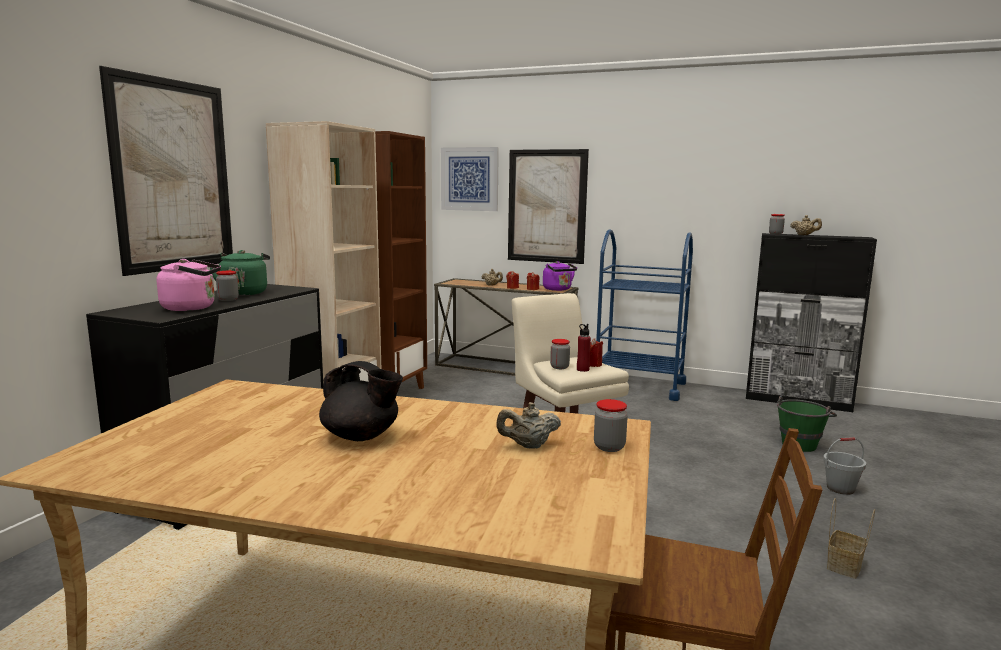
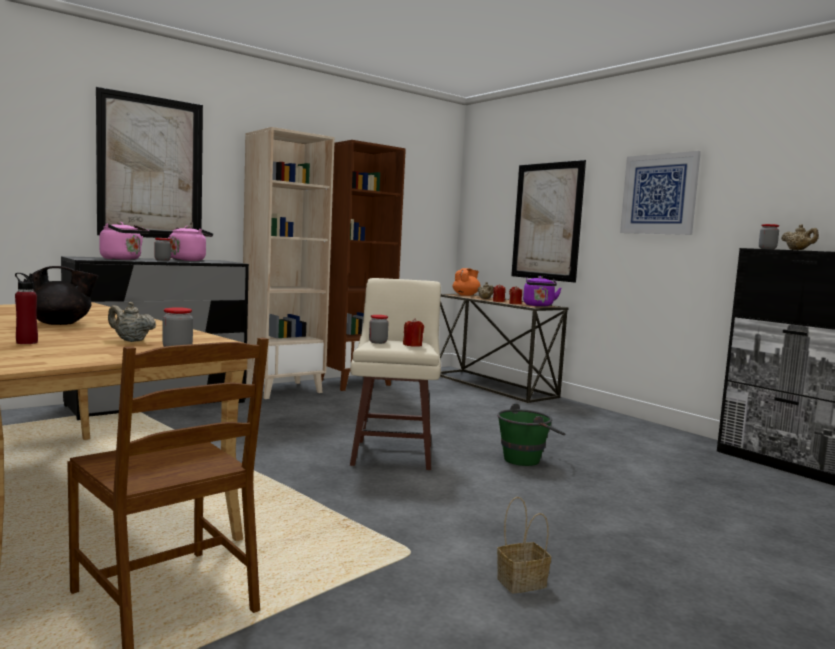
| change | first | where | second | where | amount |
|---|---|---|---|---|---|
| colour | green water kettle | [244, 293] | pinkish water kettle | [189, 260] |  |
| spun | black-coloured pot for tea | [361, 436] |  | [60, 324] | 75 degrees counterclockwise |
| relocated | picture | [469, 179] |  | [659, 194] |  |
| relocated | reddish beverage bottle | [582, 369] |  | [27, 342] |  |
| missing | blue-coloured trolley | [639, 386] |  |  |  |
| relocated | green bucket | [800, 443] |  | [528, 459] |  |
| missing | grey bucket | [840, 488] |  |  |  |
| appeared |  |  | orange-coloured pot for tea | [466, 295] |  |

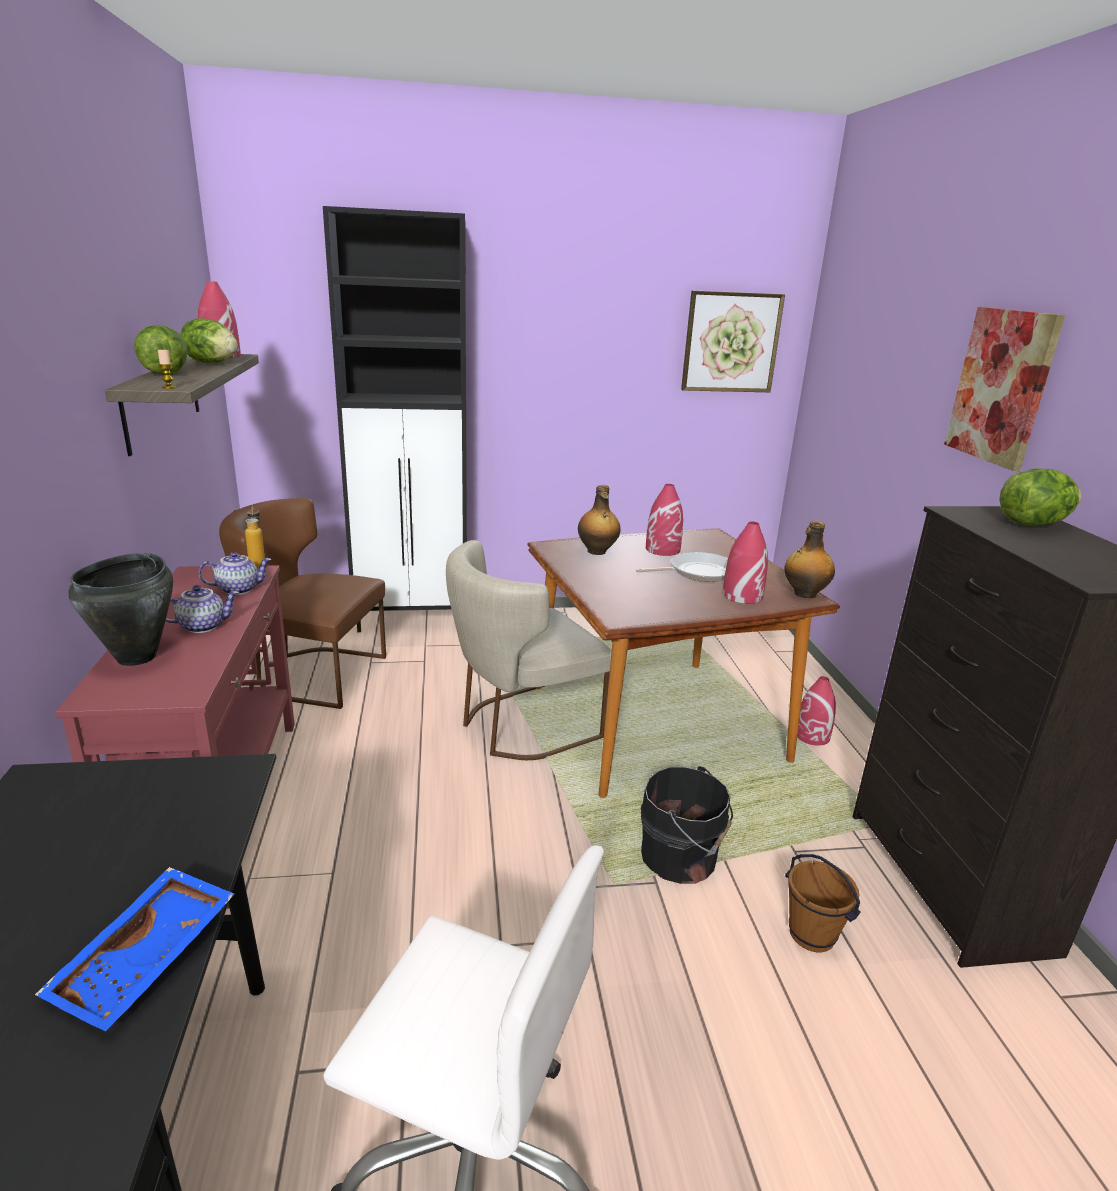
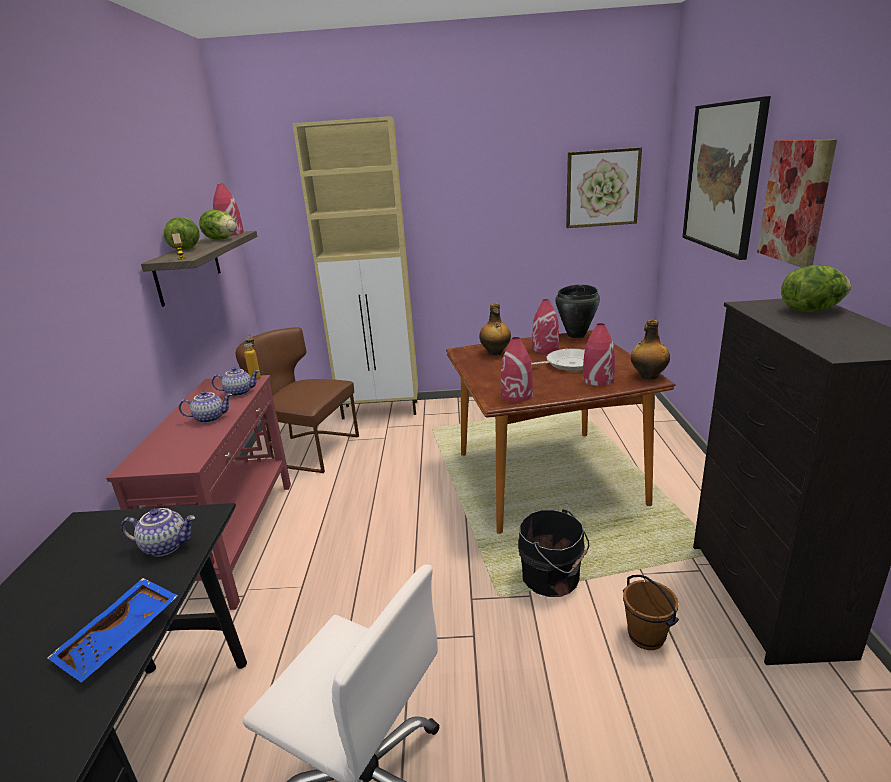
| change | first | where | second | where | amount |
|---|---|---|---|---|---|
| relocated | black-coloured cooking pot | [138, 657] |  | [576, 335] |  |
| colour | black-coloured storage cabinet | [413, 621] | beige storage cabinet | [381, 410] |  |
| missing | beige plain chair | [520, 726] |  |  |  |
| relocated | reddish vase | [812, 736] |  | [517, 395] |  |
| appeared |  |  | pot for tea | [166, 546] |  |
| appeared |  |  | picture | [722, 177] |  |

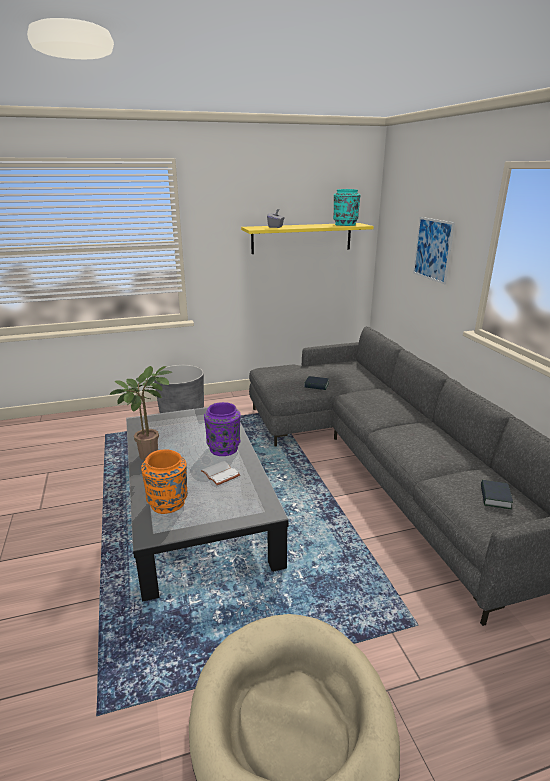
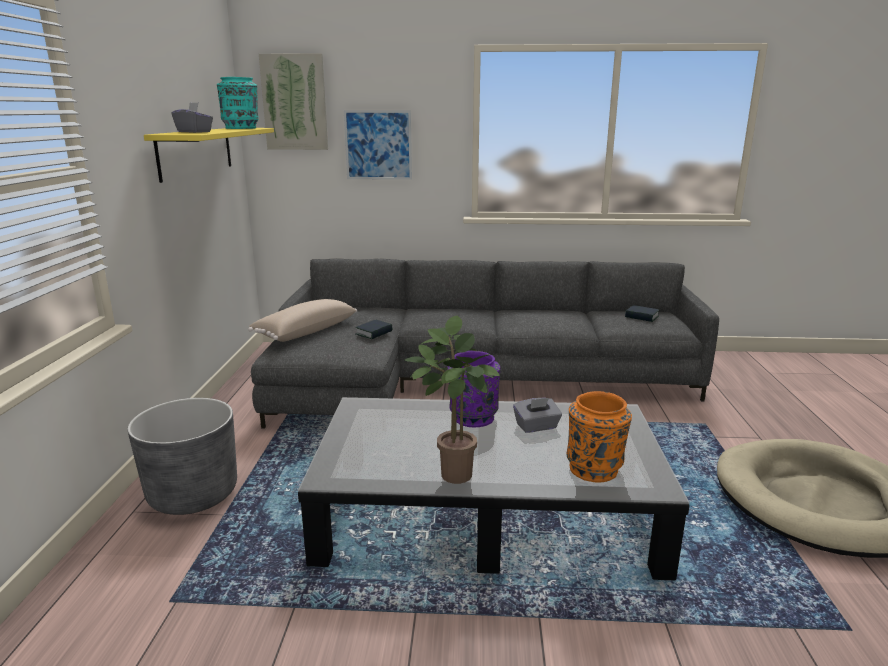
| change | first | where | second | where | amount |
|---|---|---|---|---|---|
| exchanged | white volume | [221, 474] | grey box of tissues | [536, 426] |  |
| appeared |  |  | beige cushion | [305, 331] |  |
| appeared |  |  | picture | [295, 102] |  |

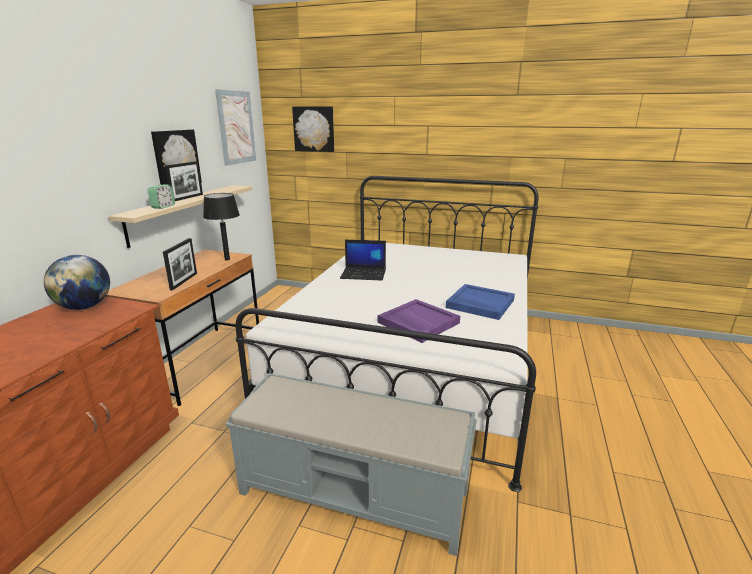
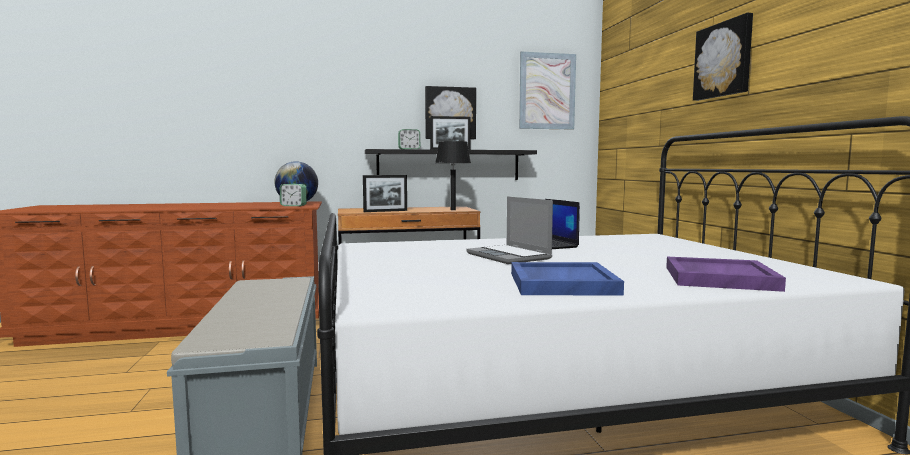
| change | first | where | second | where | amount |
|---|---|---|---|---|---|
| colour | beige shelf | [183, 213] | black-coloured shelf | [449, 165] |  |
| relocated | picture | [314, 129] |  | [724, 60] |  |
| relocated | purple-coloured carrying tray | [417, 323] |  | [718, 278] |  |
| appeared |  |  | bedside clock | [293, 205] |  |
| appeared |  |  | notebook computer | [510, 256] |  |

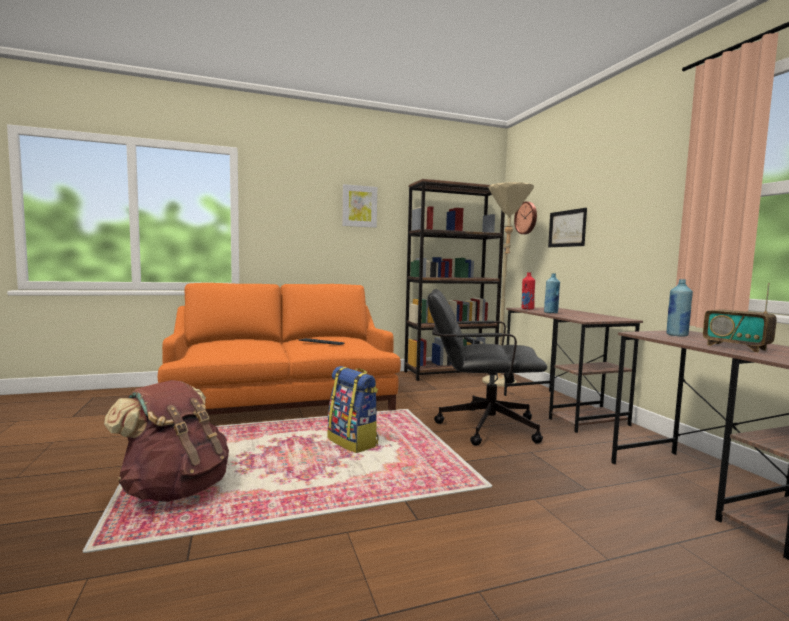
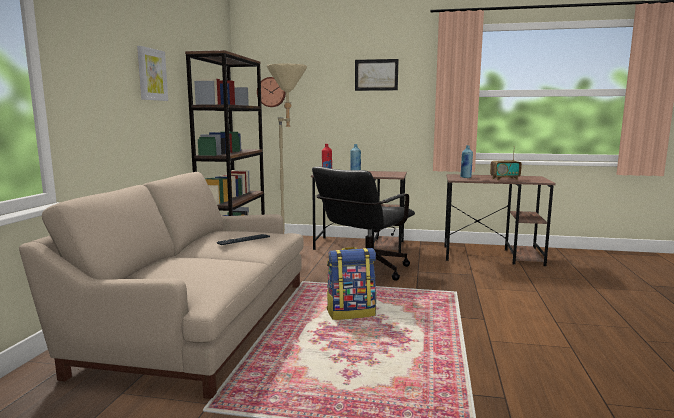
| change | first | where | second | where | amount |
|---|---|---|---|---|---|
| missing | brown-coloured knapsack | [175, 489] |  |  |  |
| colour | orange-coloured couch | [283, 400] | beige couch | [198, 322] |  |
| relocated | picture | [567, 228] |  | [376, 75] |  |

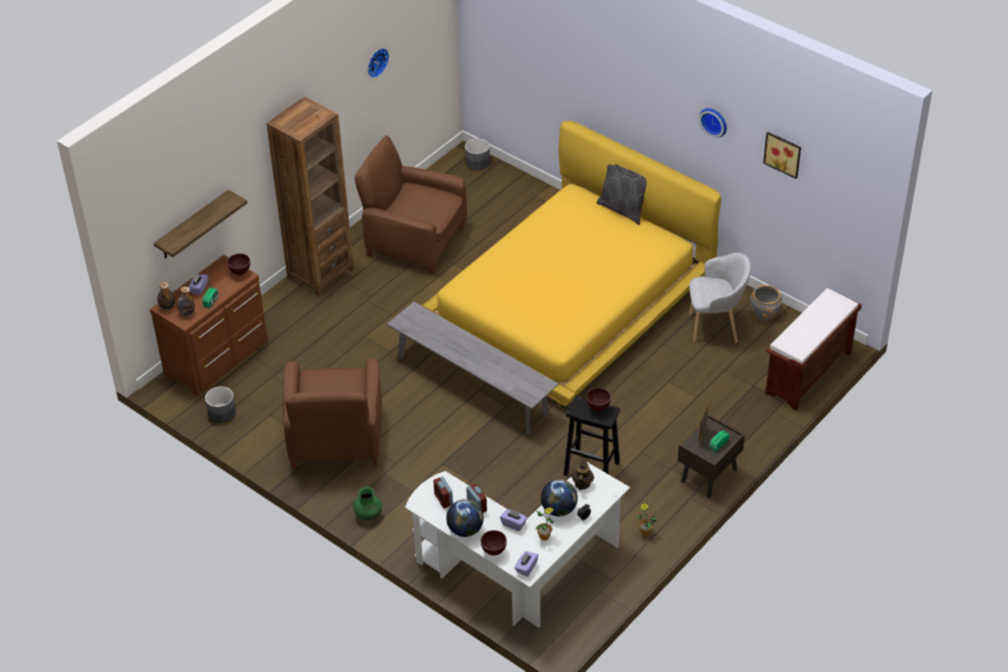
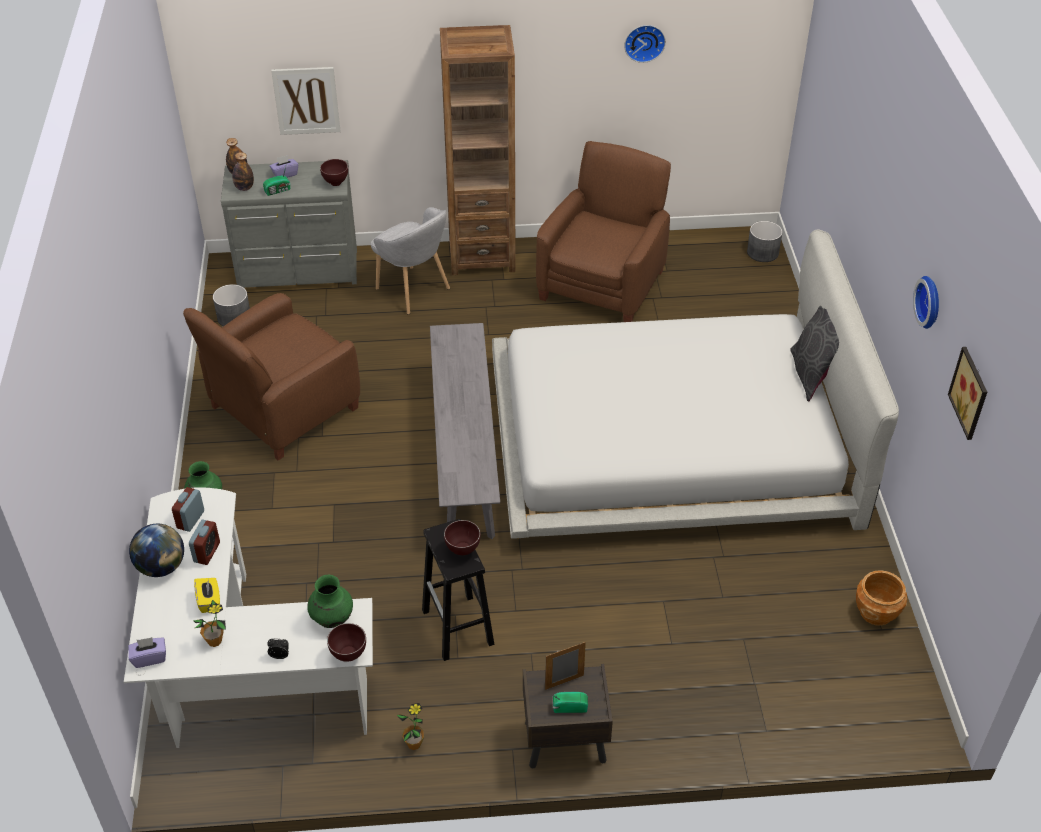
| change | first | where | second | where | amount |
|---|---|---|---|---|---|
| colour | brown-coloured chest of drawers | [219, 358] | grey chest of drawers | [299, 271] |  |
| exchanged | shelf | [193, 226] | picture | [306, 100] |  |
| spun | brown-coloured easy chair | [414, 241] |  | [603, 284] | 45 degrees clockwise |
| colour | yellow bedroom bed | [569, 301] | white bedroom bed | [672, 441] |  |
| relocated | brown-coloured deep dish | [494, 552] |  | [349, 655] |  |
| colour | purple-coloured box of tissues | [513, 524] | yellow box of tissues | [209, 601] |  |
| missing | globe | [559, 509] |  |  |  |
| exchanged | pot for tea | [582, 484] | green vase | [332, 618] |  |
| relocated | grey easy chair | [715, 327] |  | [413, 291] |  |
| colour | grey plant pot | [764, 313] | brown-coloured plant pot | [876, 612] |  |
| missing | brown-coloured long seat | [808, 374] |  |  |  |

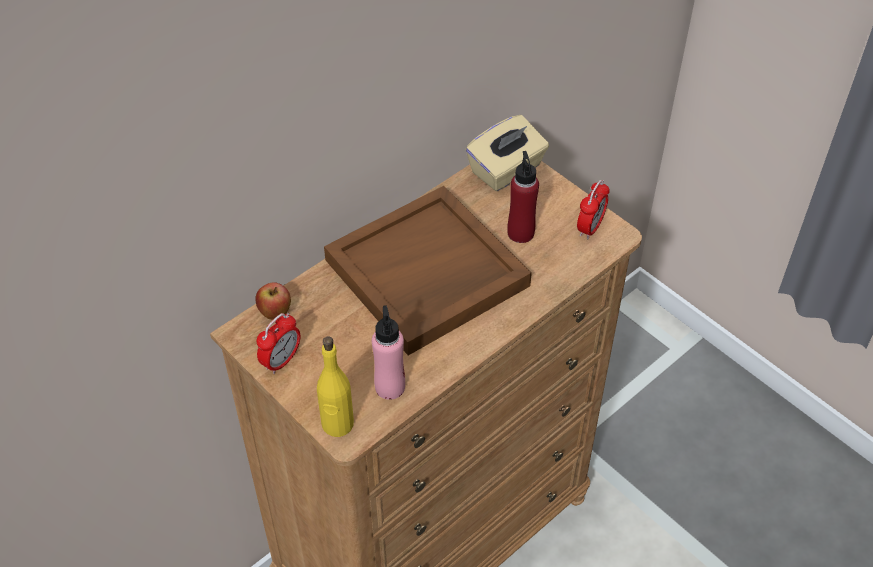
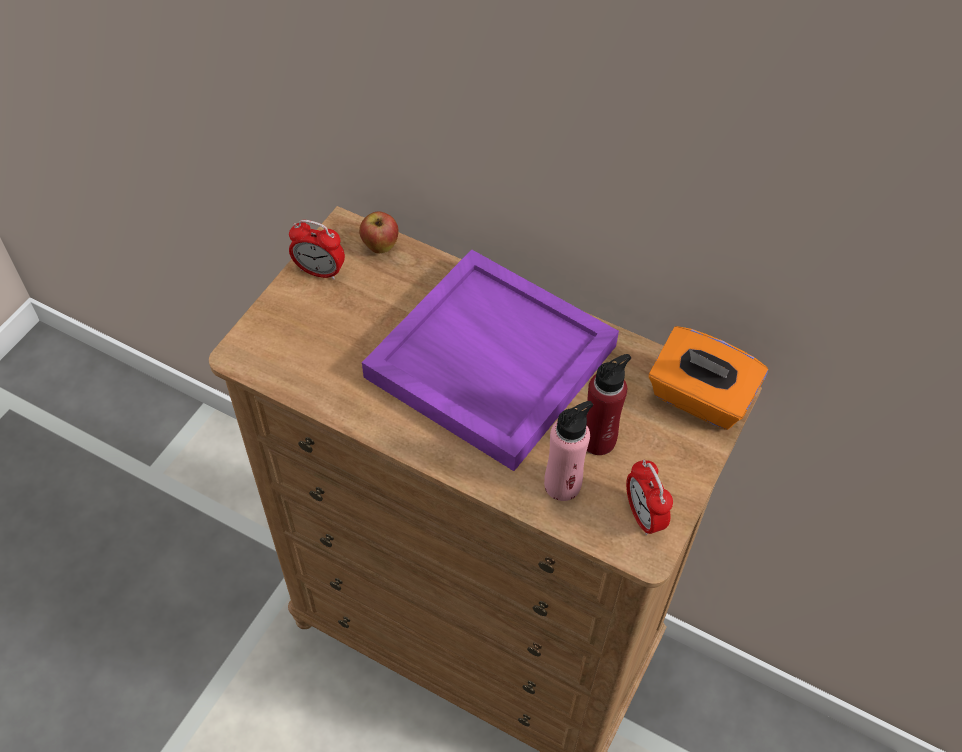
| change | first | where | second | where | amount |
|---|---|---|---|---|---|
| missing | yellow beverage bottle | [337, 424] |  |  |  |
| colour | brown-coloured carrying tray | [426, 274] | purple-coloured carrying tray | [488, 362] |  |
| relocated | pinkish beverage bottle | [390, 387] |  | [562, 484] |  |
| colour | beige box of tissues | [506, 170] | orange-coloured box of tissues | [699, 398] |  |
| spun | bedside clock | [590, 228] |  | [643, 516] | 60 degrees clockwise |

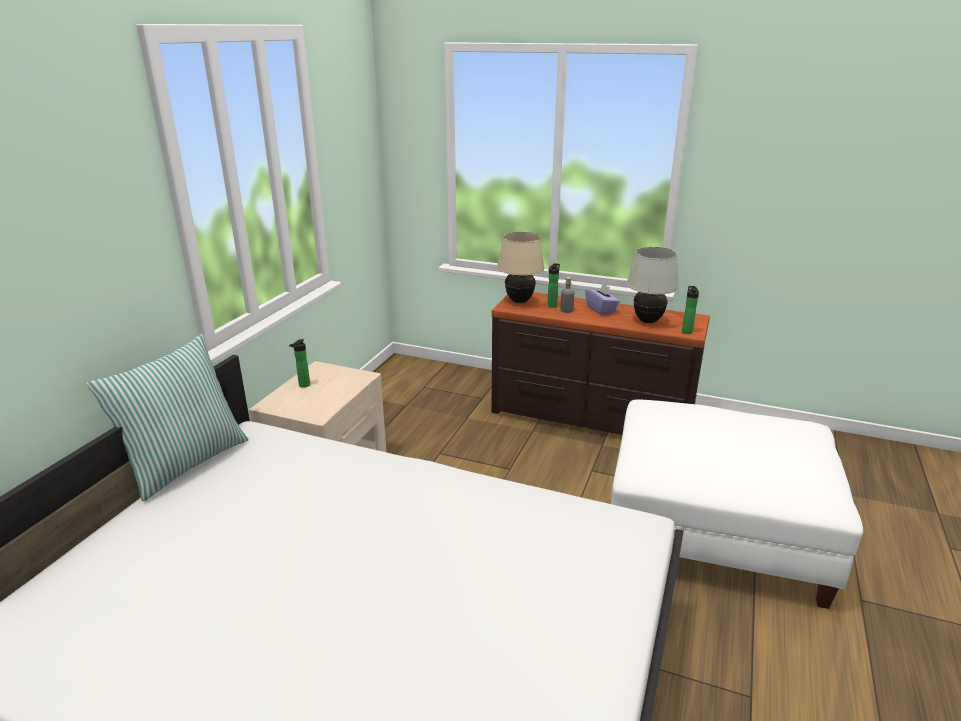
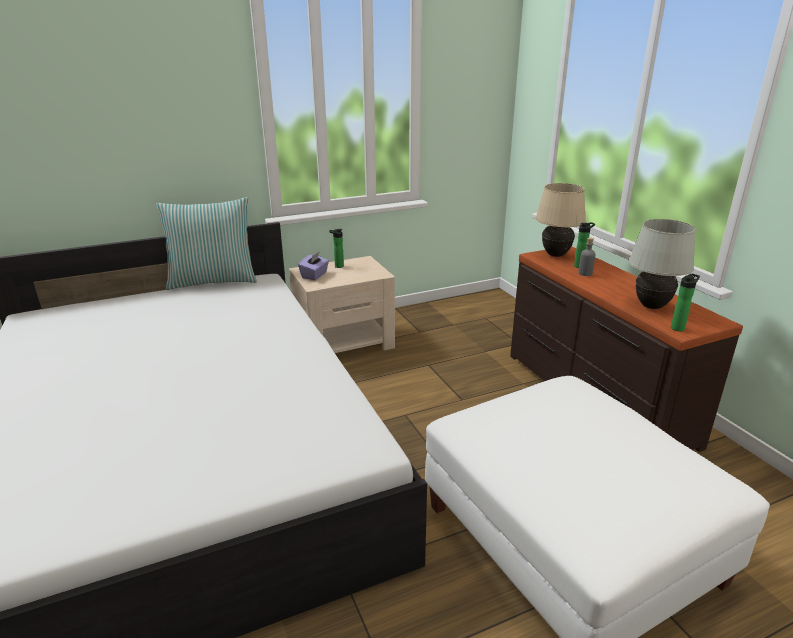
| change | first | where | second | where | amount |
|---|---|---|---|---|---|
| relocated | purple-coloured box of tissues | [601, 309] |  | [315, 275] |  |

